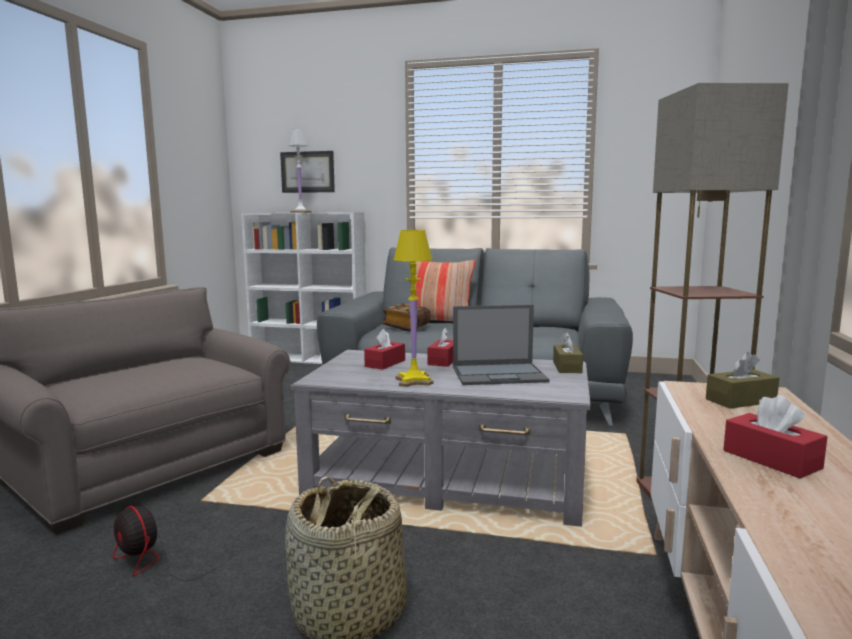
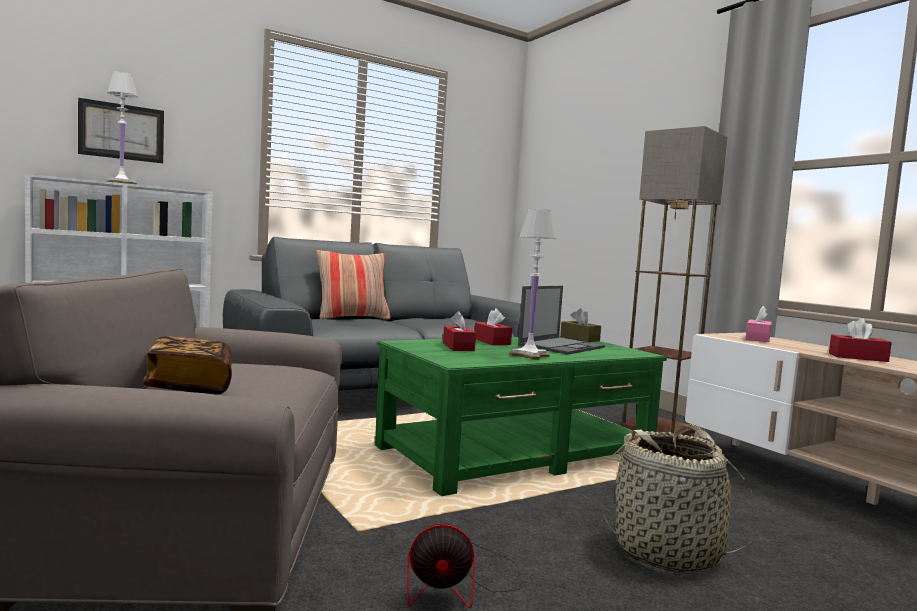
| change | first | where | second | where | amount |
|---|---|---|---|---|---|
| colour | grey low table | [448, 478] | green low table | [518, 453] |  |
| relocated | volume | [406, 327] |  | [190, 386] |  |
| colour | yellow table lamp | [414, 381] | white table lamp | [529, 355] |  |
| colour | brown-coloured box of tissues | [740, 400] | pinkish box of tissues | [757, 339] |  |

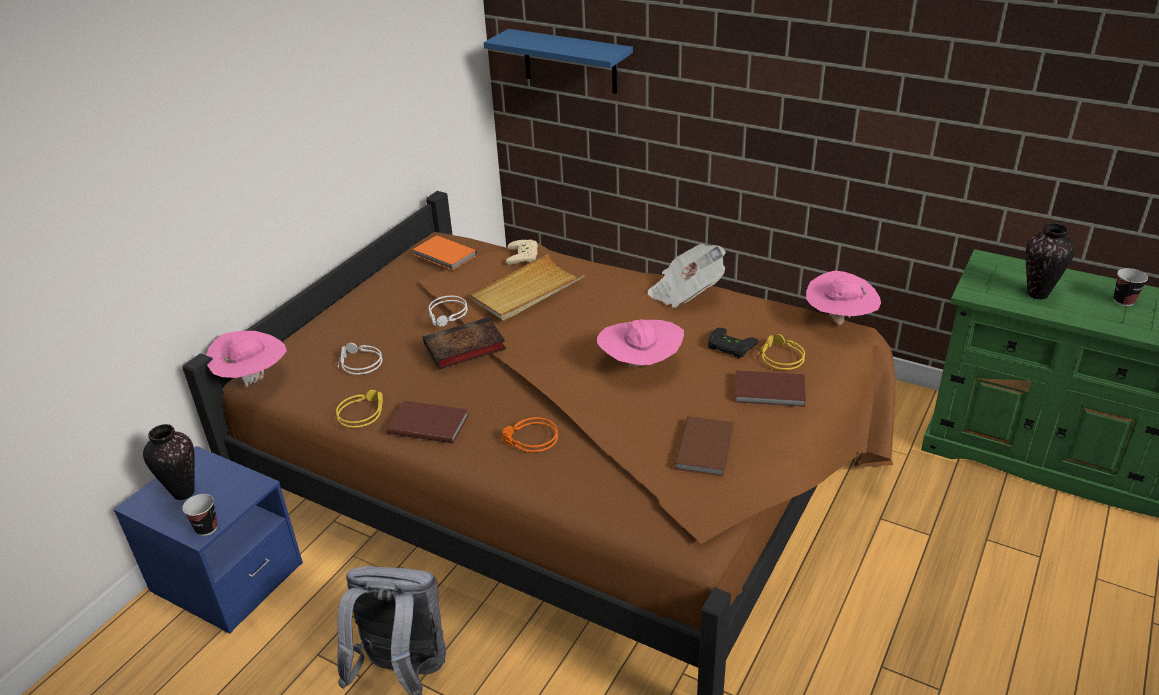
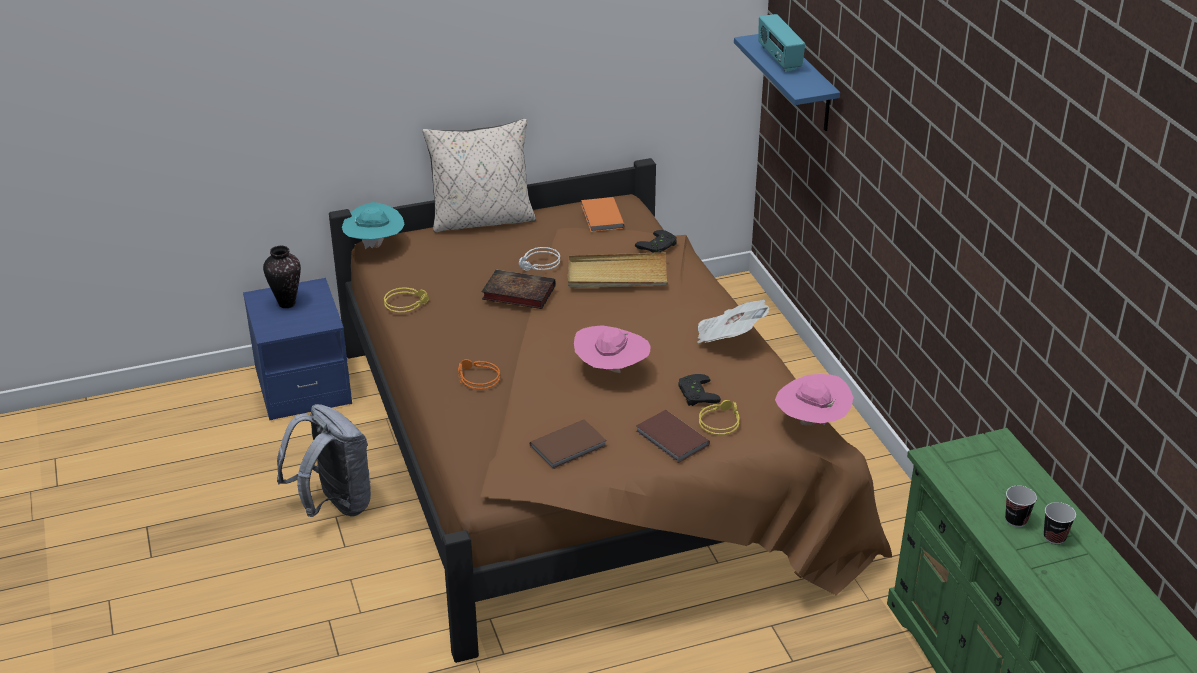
| change | first | where | second | where | amount |
|---|---|---|---|---|---|
| relocated | cup | [206, 528] |  | [1016, 520] |  |
| colour | pinkish hat | [253, 379] | blue-green hat | [375, 245] |  |
| missing | grey headphones | [358, 363] |  |  |  |
| missing | brown-coloured volume | [428, 423] |  |  |  |
| colour | beige gamepad | [525, 255] | black-coloured gamepad | [658, 246] |  |
| missing | vase | [1038, 294] |  |  |  |
| appeared |  |  | beige cushion | [482, 220] |  |
| appeared |  |  | radio | [778, 59] |  |

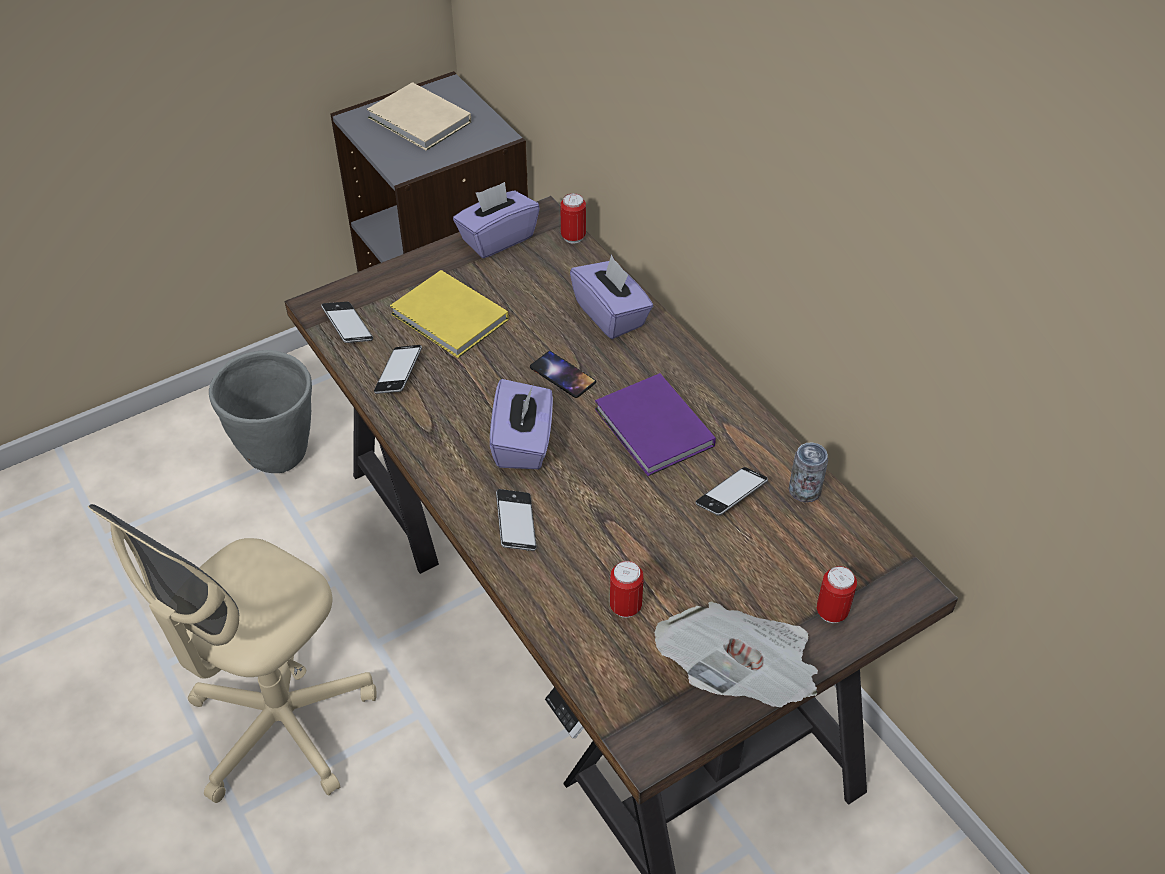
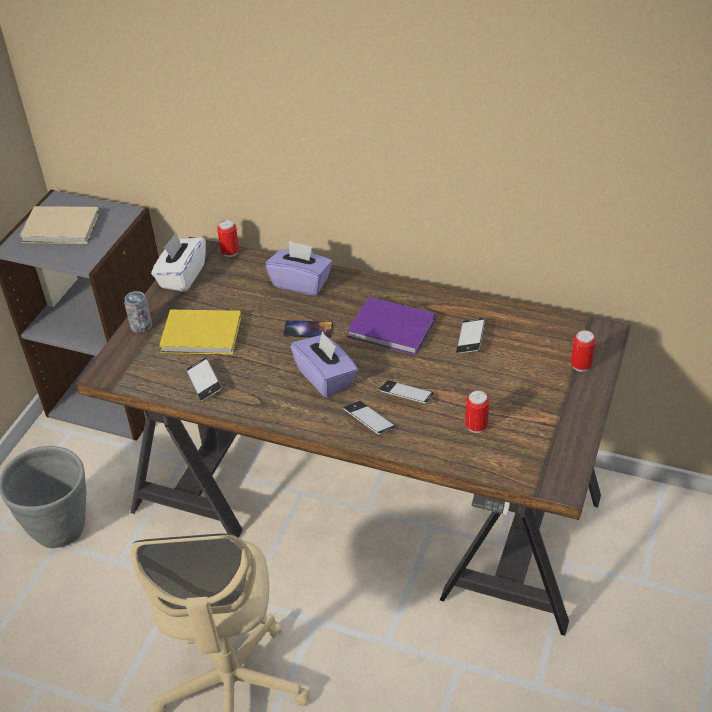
| change | first | where | second | where | amount |
|---|---|---|---|---|---|
| relocated | telephone | [347, 326] |  | [406, 395] |  |
| colour | purple-coloured box of tissues | [497, 238] | white box of tissues | [182, 276] |  |
| missing | daily paper | [740, 675] |  |  |  |
| relocated | metal can | [804, 491] |  | [141, 326] |  |

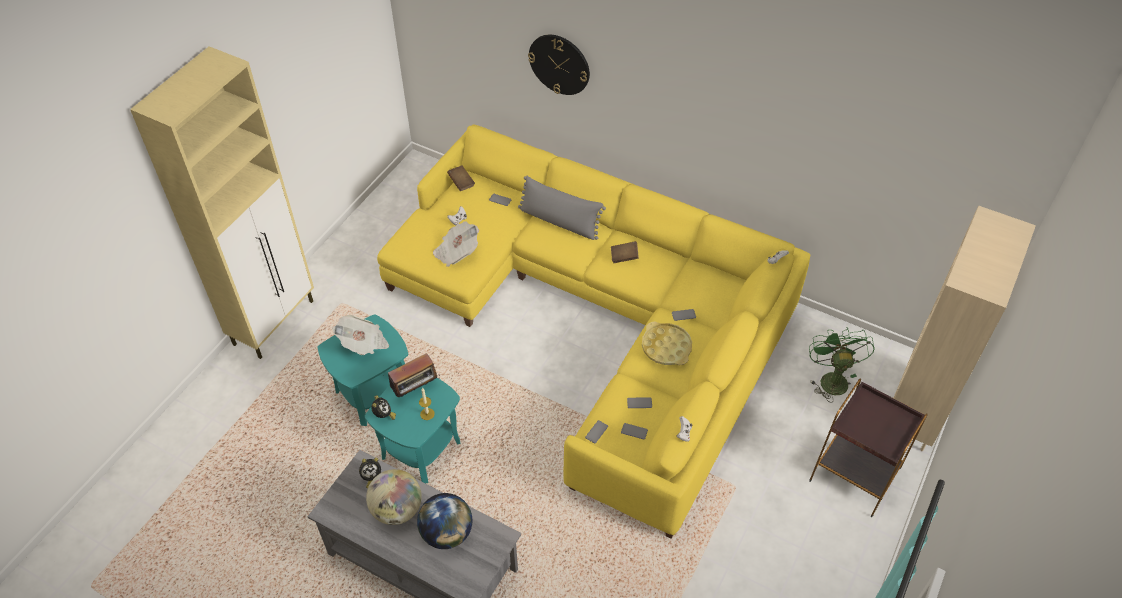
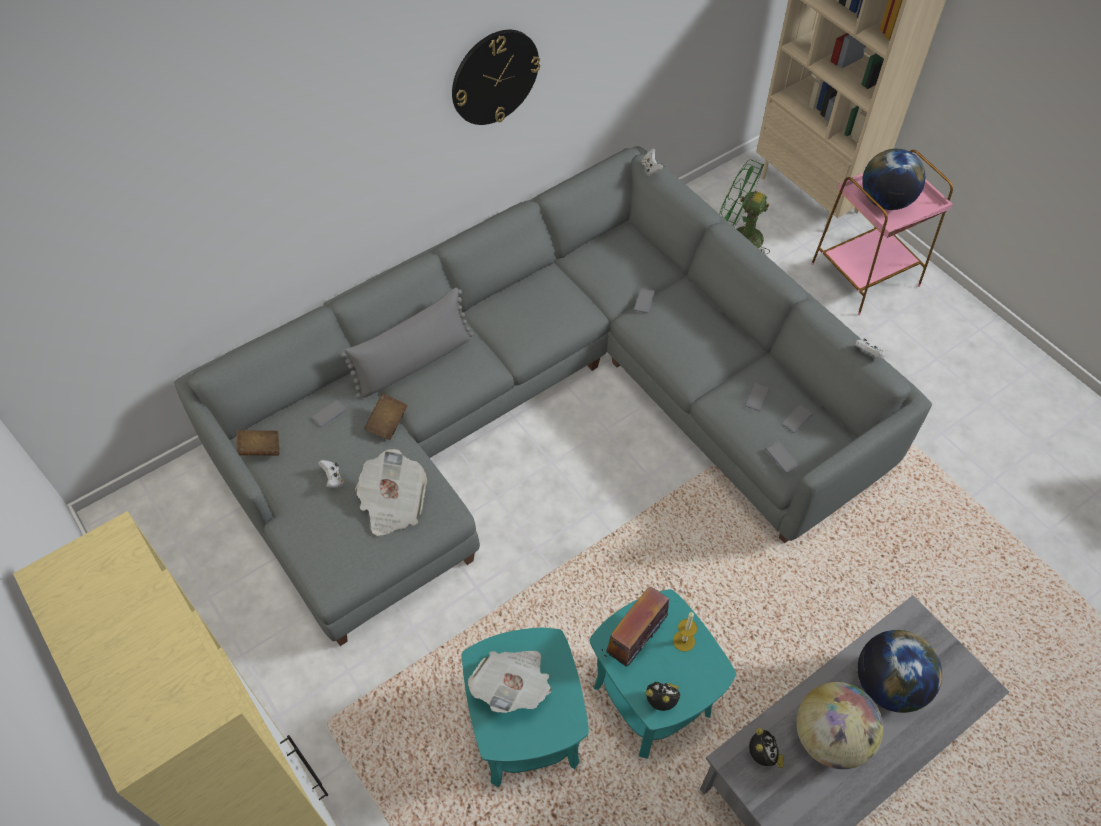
| change | first | where | second | where | amount |
|---|---|---|---|---|---|
| colour | yellow couch | [601, 319] | grey couch | [545, 407] |  |
| spun | radio | [416, 389] |  | [634, 641] | 135 degrees counterclockwise |
| relocated | hanging clock | [559, 64] |  | [494, 77] |  |
| relocated | brown-coloured volume | [624, 257] |  | [387, 423] |  |
| missing | yellow carrying tray | [666, 347] |  |  |  |
| colour | brown-coloured side table | [854, 473] | pinkish side table | [863, 275] |  |
| appeared |  |  | globe | [885, 201] |  |

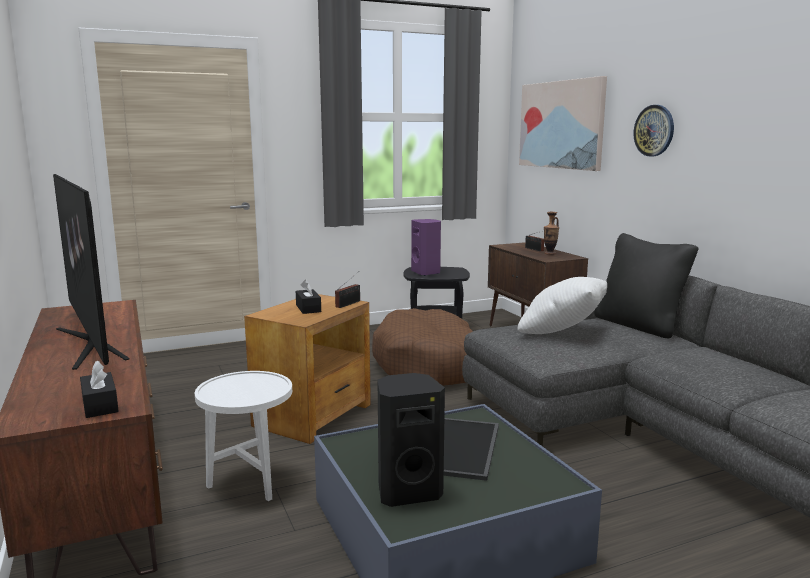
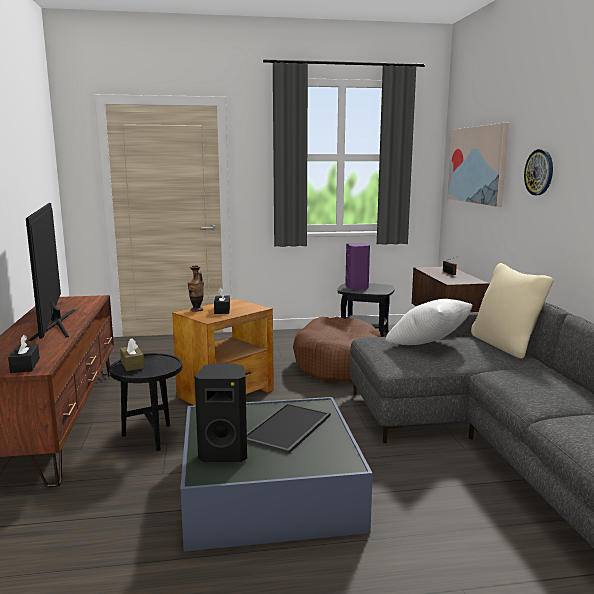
| change | first | where | second | where | amount |
|---|---|---|---|---|---|
| colour | white side table | [250, 485] | black-coloured side table | [151, 438] |  |
| missing | radio | [349, 303] |  |  |  |
| relocated | vase | [550, 253] |  | [197, 310] |  |
| colour | black-coloured cushion | [639, 325] | beige cushion | [505, 345] |  |
| appeared |  |  | brown-coloured box of tissues | [132, 364] |  |

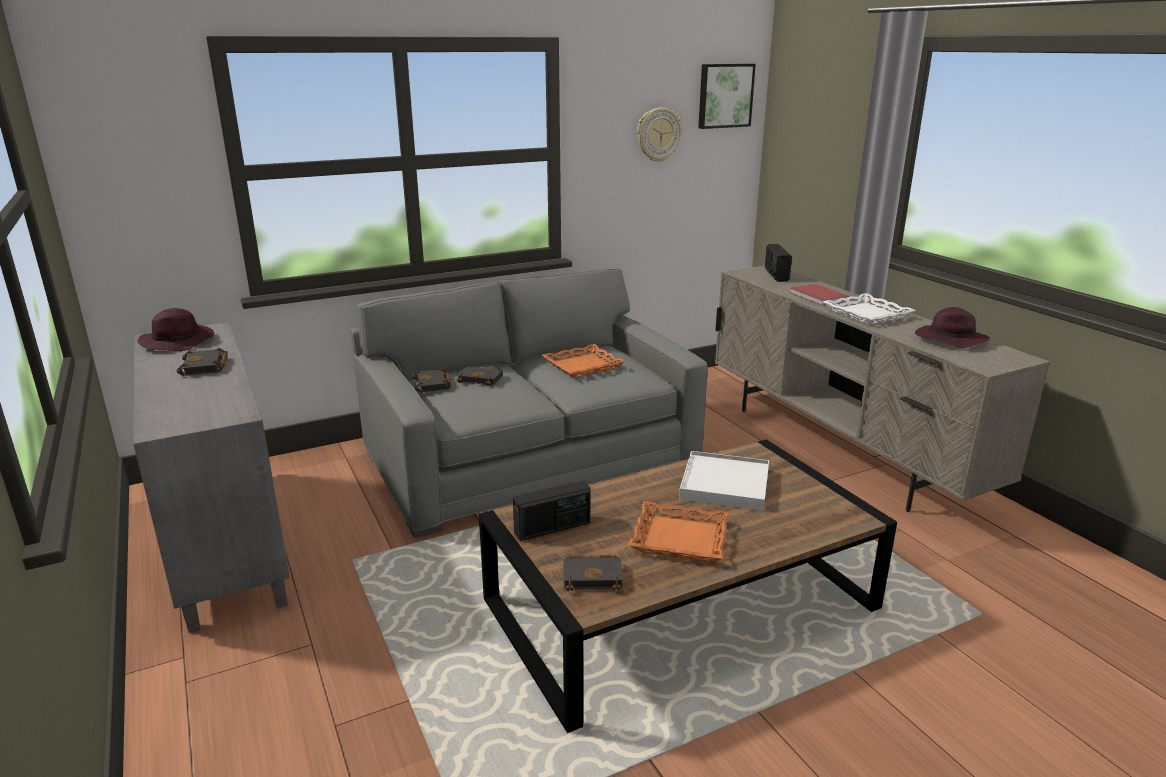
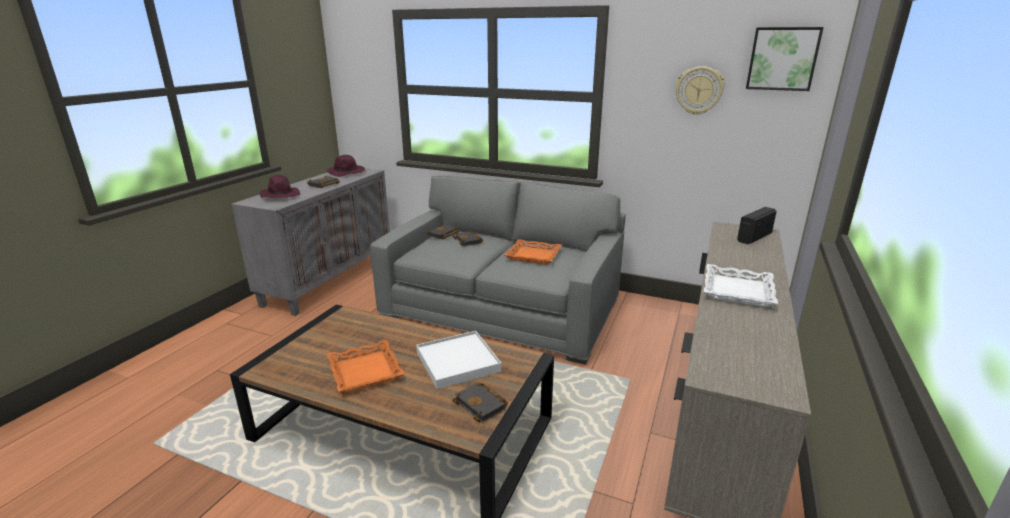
| change | first | where | second | where | amount |
|---|---|---|---|---|---|
| missing | radio | [552, 528] |  |  |  |
| relocated | black-coloured volume | [594, 576] |  | [482, 405] |  |
| missing | reddish volume | [817, 297] |  |  |  |
| relocated | purple-coloured hat | [949, 340] |  | [280, 196] |  |

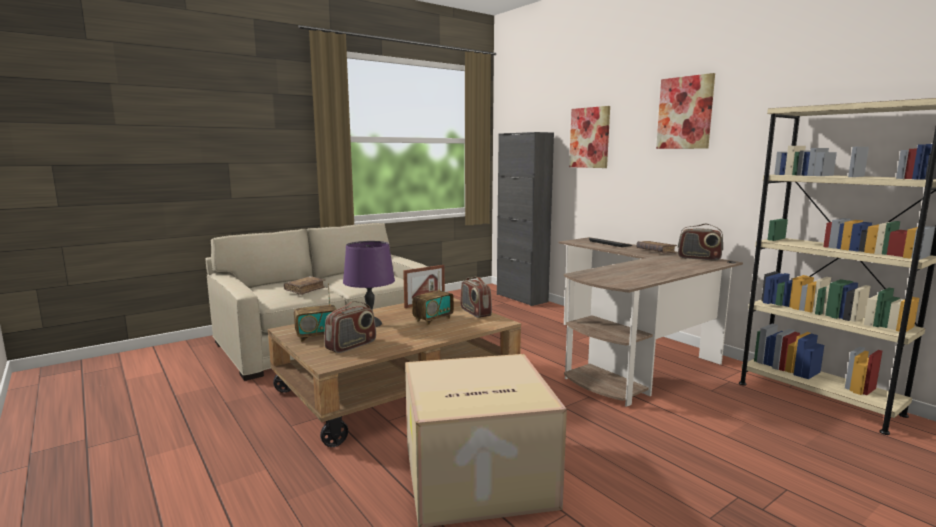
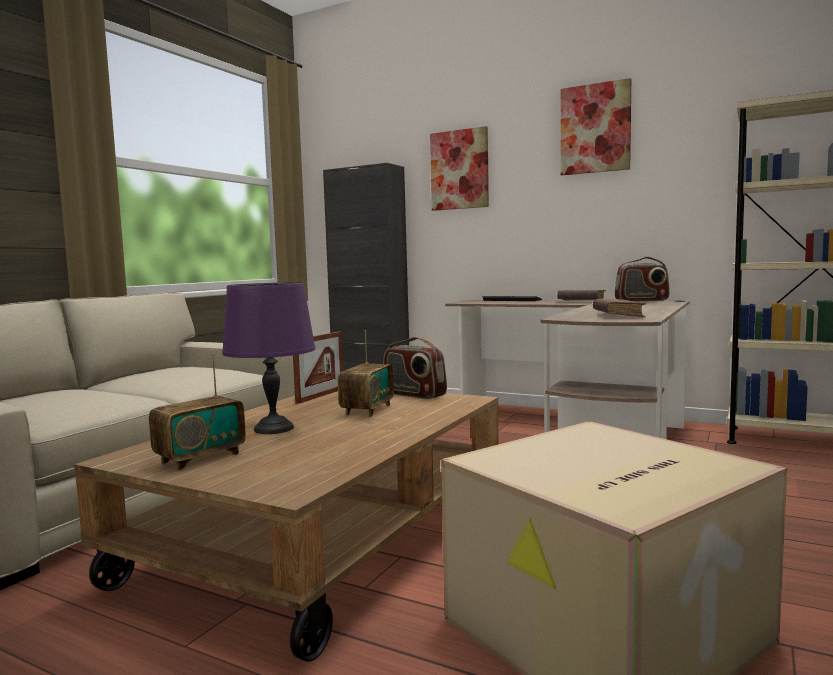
| change | first | where | second | where | amount |
|---|---|---|---|---|---|
| relocated | brown-coloured volume | [305, 290] |  | [618, 316] |  |
| missing | radio | [351, 345] |  |  |  |

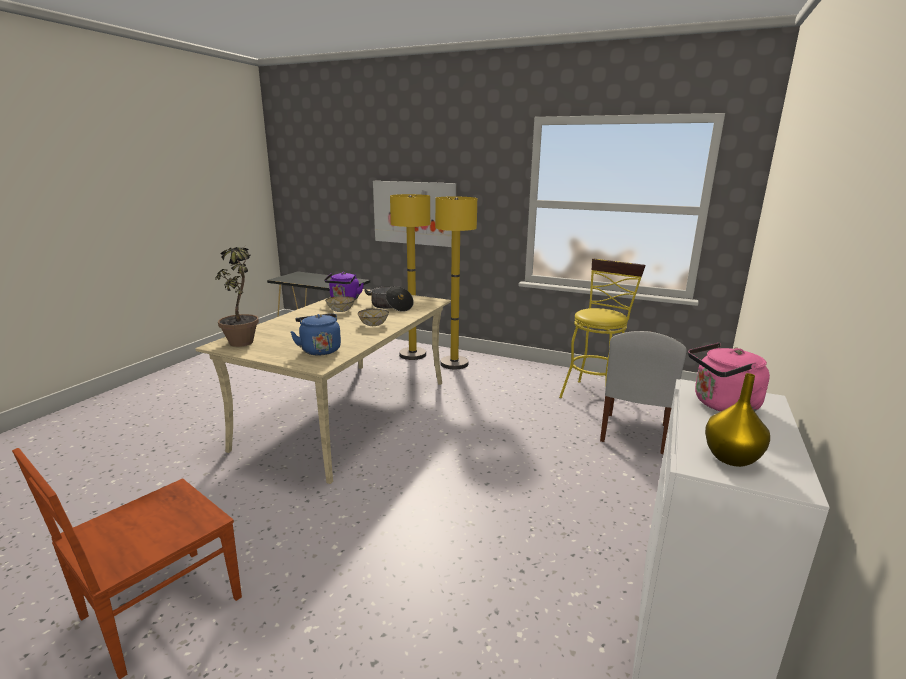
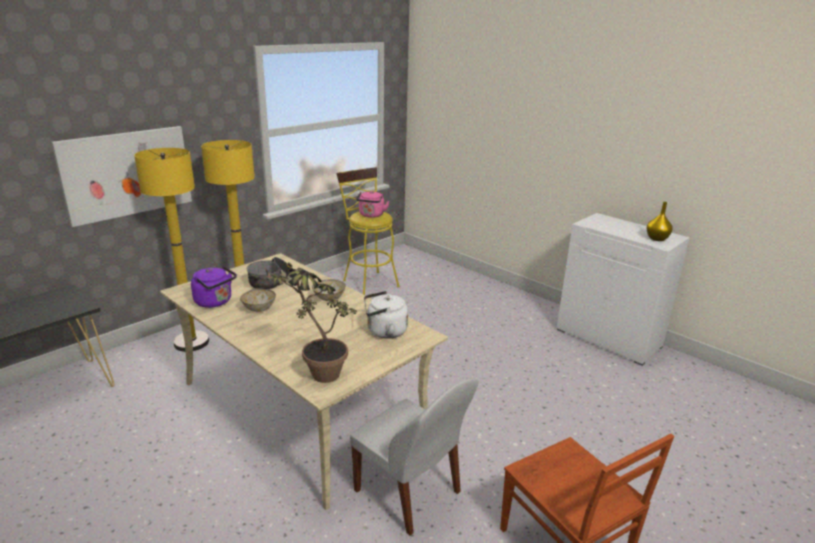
| change | first | where | second | where | amount |
|---|---|---|---|---|---|
| colour | blue-coloured water kettle | [319, 350] | white water kettle | [384, 332] |  |
| relocated | white plain chair | [633, 434] |  | [409, 493] |  |
| relocated | pinkish water kettle | [722, 405] |  | [371, 215] |  |

